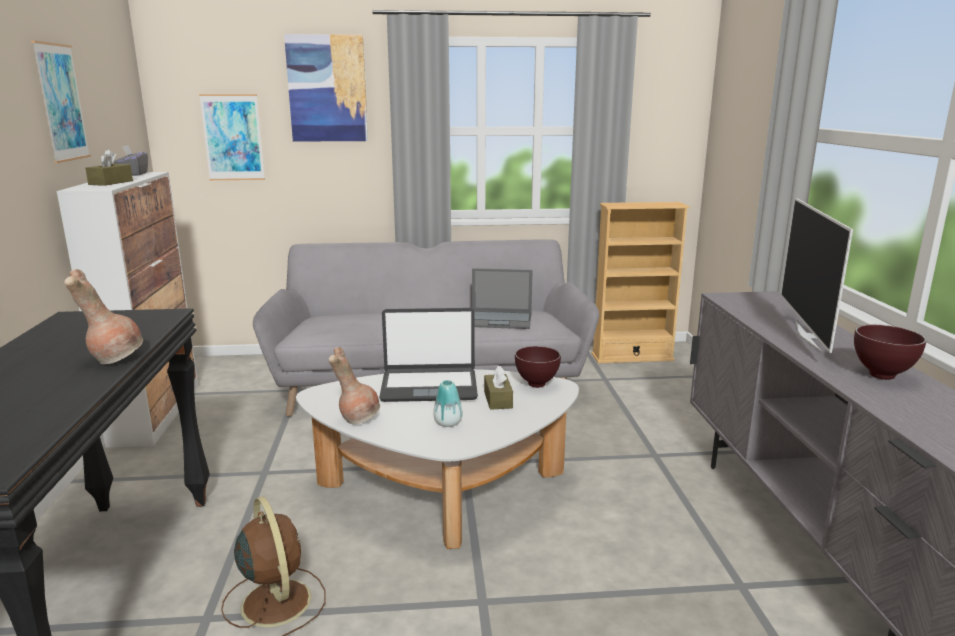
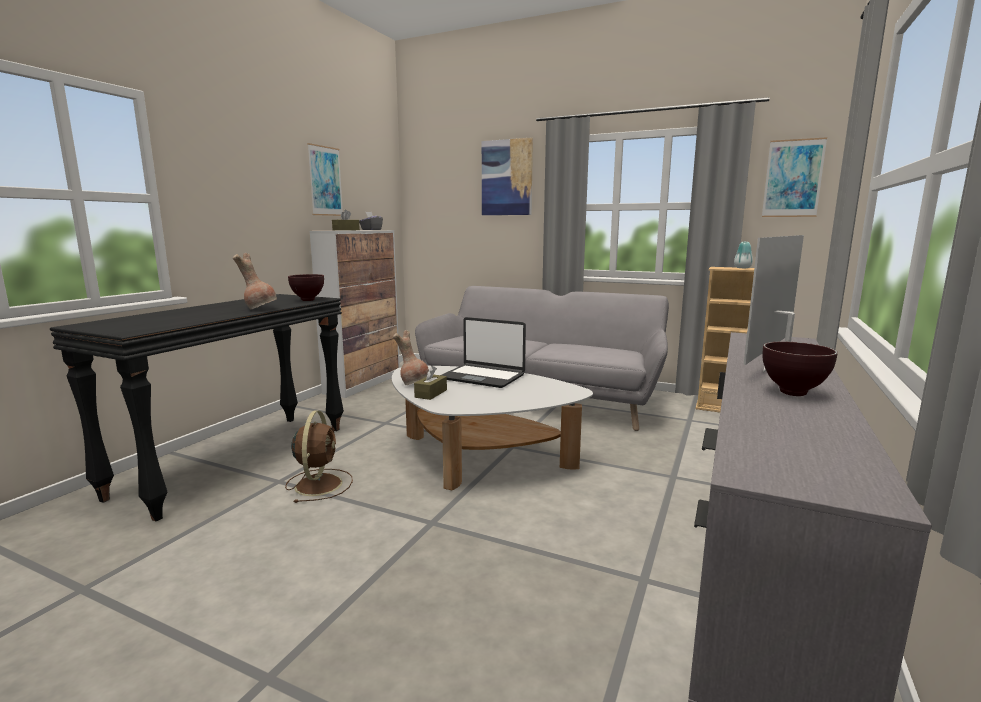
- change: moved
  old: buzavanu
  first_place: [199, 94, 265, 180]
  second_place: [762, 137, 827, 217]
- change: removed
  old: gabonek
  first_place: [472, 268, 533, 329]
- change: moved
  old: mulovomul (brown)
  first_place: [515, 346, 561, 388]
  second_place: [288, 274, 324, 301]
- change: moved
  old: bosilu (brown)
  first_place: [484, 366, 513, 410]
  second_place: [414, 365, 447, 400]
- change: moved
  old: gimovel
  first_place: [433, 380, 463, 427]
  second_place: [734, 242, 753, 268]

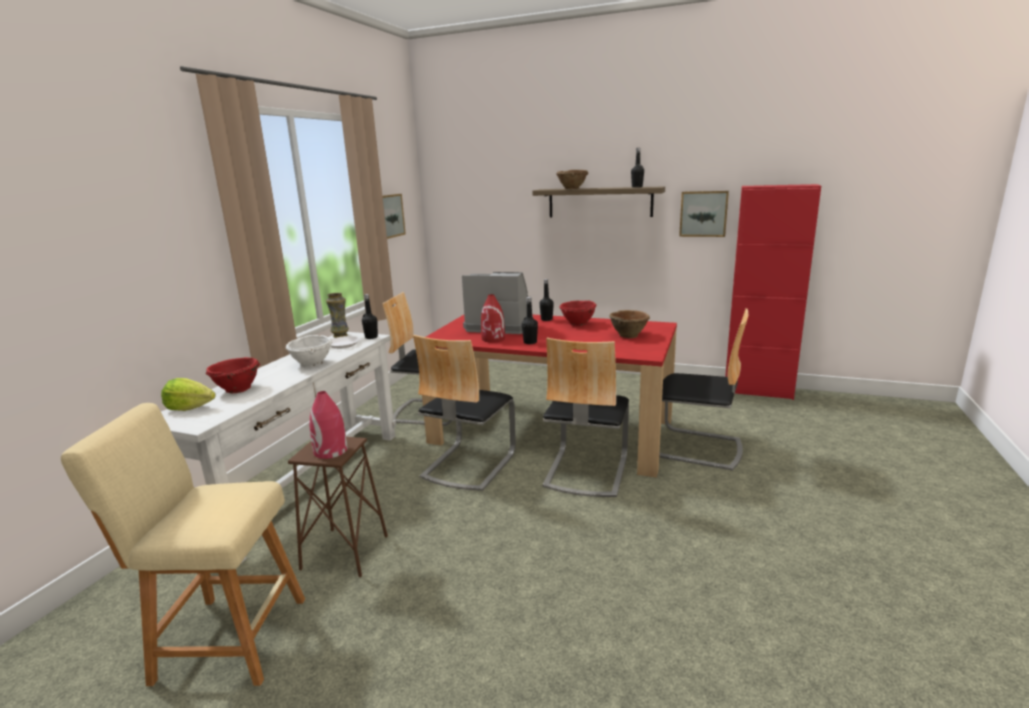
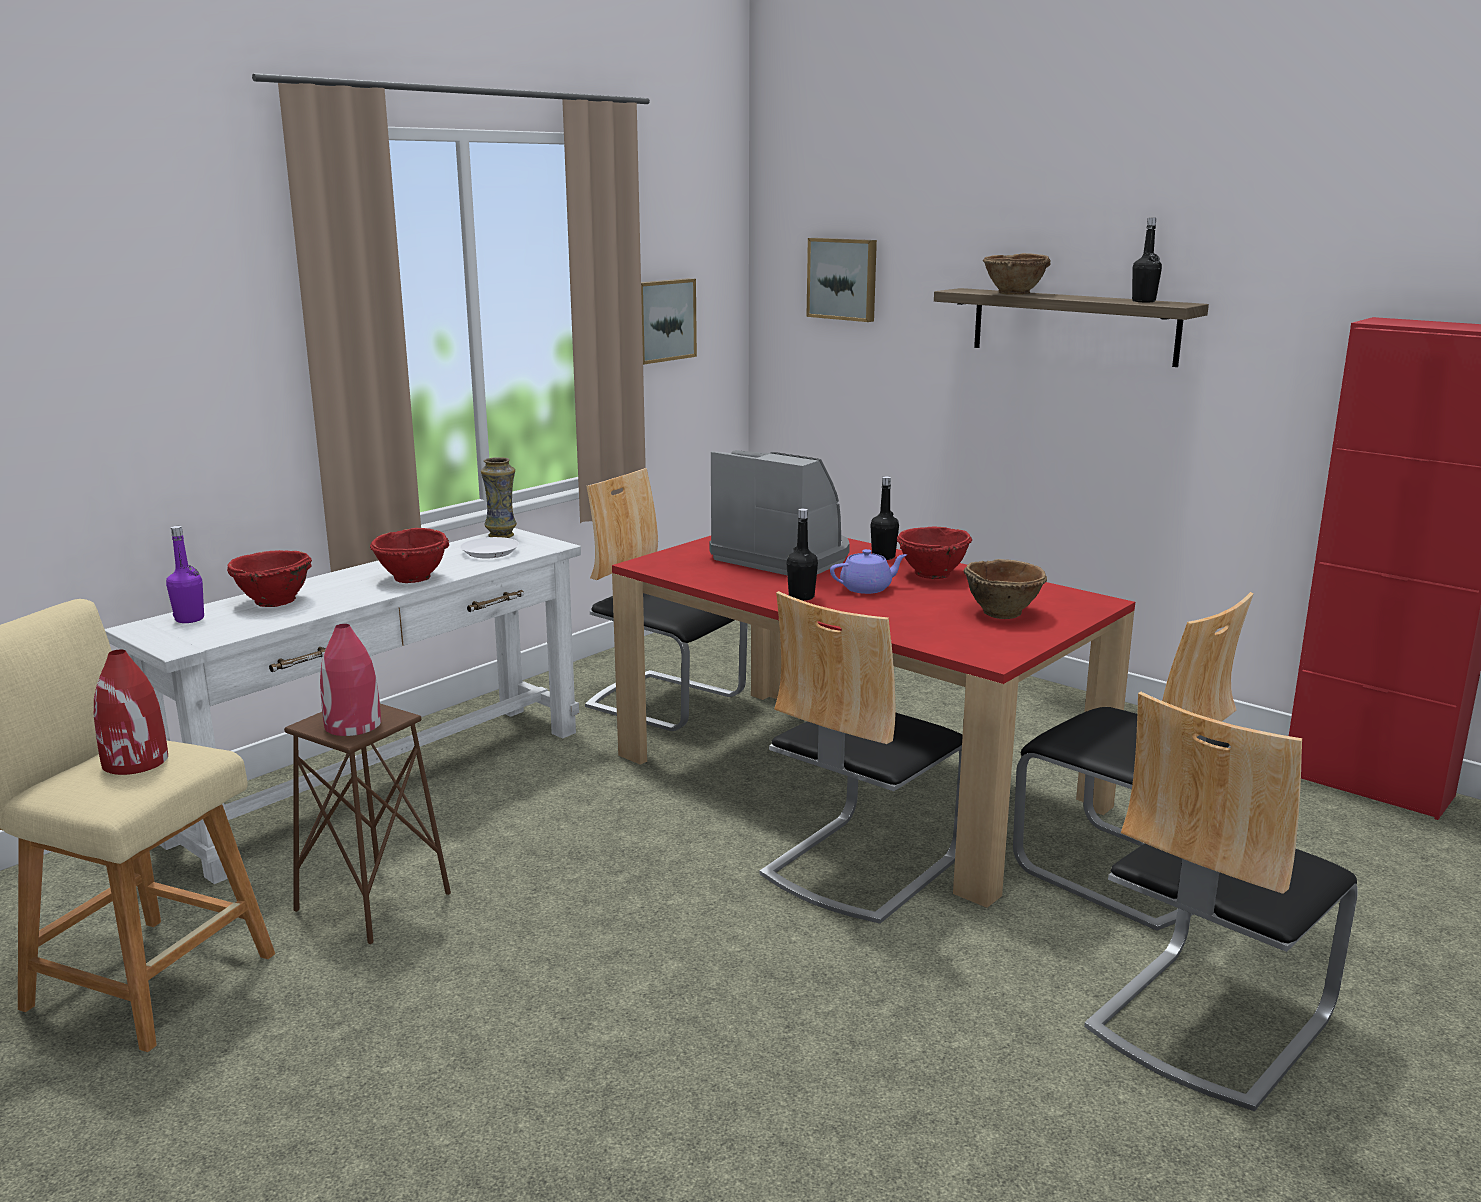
- change: moved
  old: buzavanu
  first_place: [679, 191, 729, 237]
  second_place: [807, 238, 877, 322]
- change: removed
  old: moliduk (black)
  first_place: [362, 294, 378, 339]
- change: moved
  old: gimovel (red)
  first_place: [481, 294, 505, 343]
  second_place: [94, 650, 168, 775]
- change: recoloured
  old: mulovomul (white)
  new: mulovomul (red)
  first_place: [286, 335, 332, 368]
  second_place: [370, 528, 449, 583]
- change: moved
  old: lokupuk
  first_place: [413, 335, 516, 491]
  second_place: [1084, 692, 1358, 1111]
- change: replaced
  old: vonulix
  new: moliduk (purple)
  first_place: [161, 378, 216, 411]
  second_place: [166, 526, 204, 623]
- change: added
  new: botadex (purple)
  second_place: [830, 549, 907, 594]

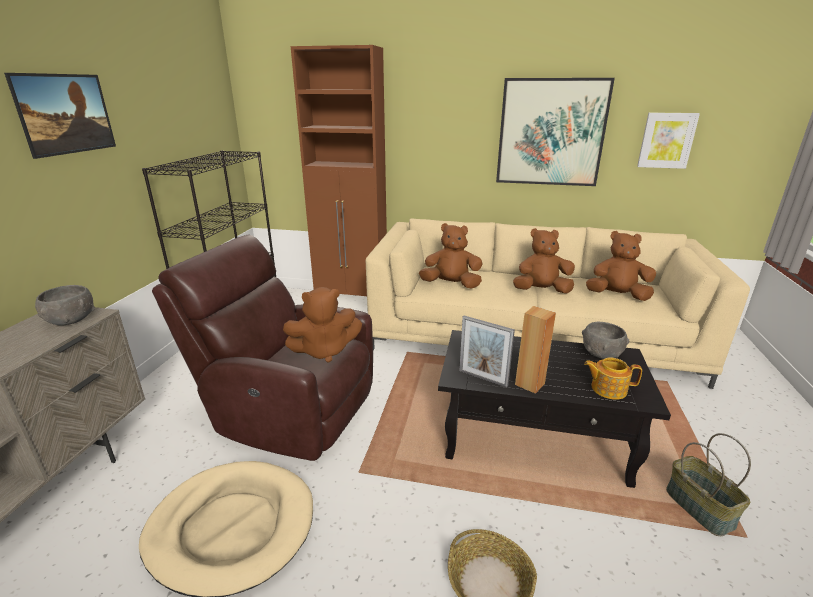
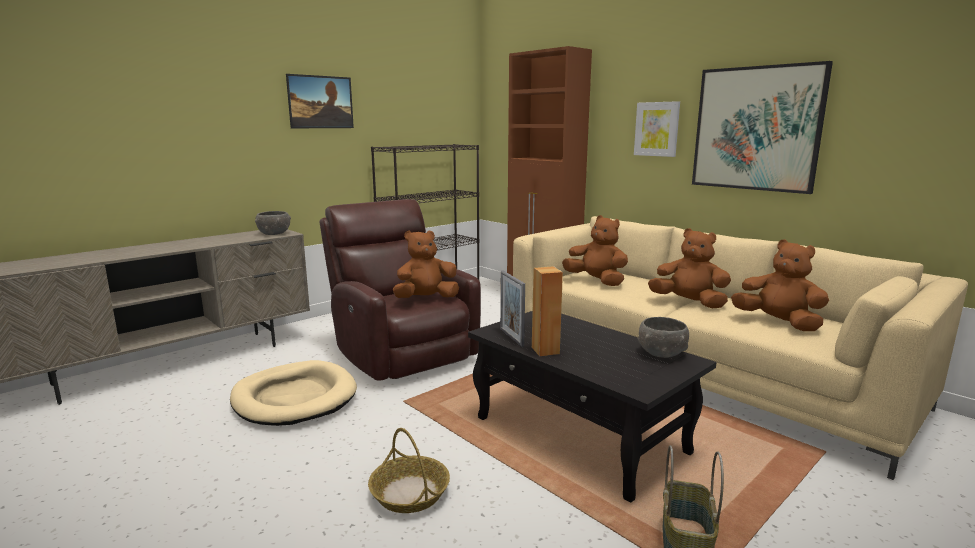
- change: moved
  old: buzavanu
  first_place: [637, 113, 700, 169]
  second_place: [634, 101, 680, 157]
- change: turned
  old: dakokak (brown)
  first_place: [283, 287, 362, 363]
  second_place: [393, 231, 459, 298]
  degrees: 135
- change: removed
  old: botadex
  first_place: [584, 357, 642, 400]

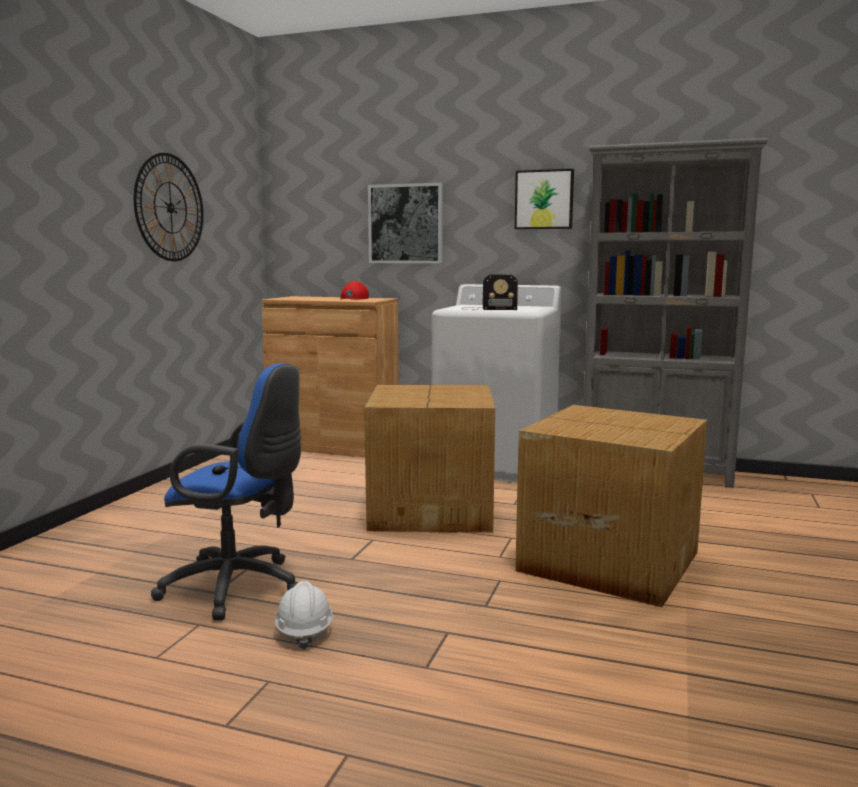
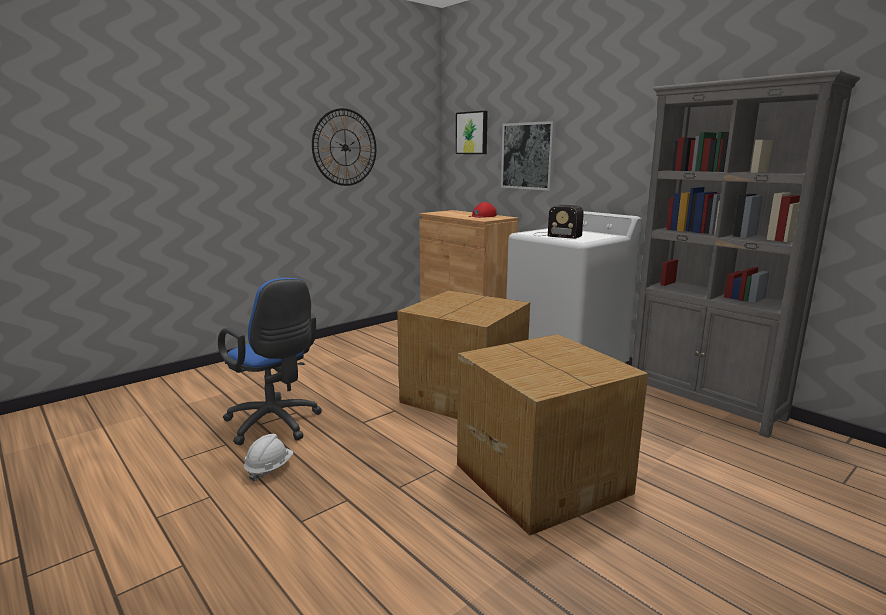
- change: moved
  old: buzavanu
  first_place: [514, 169, 574, 229]
  second_place: [456, 111, 488, 154]

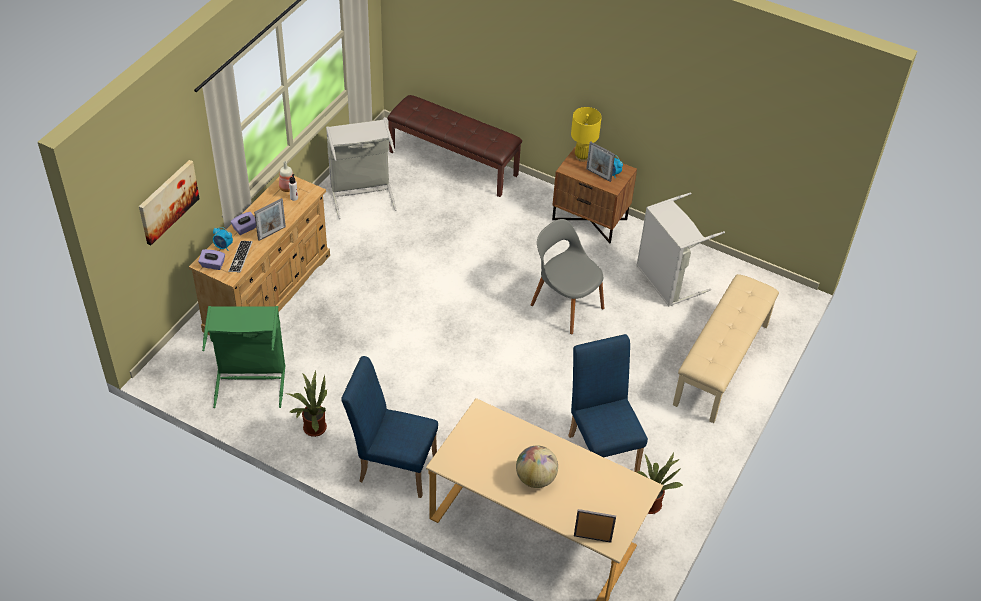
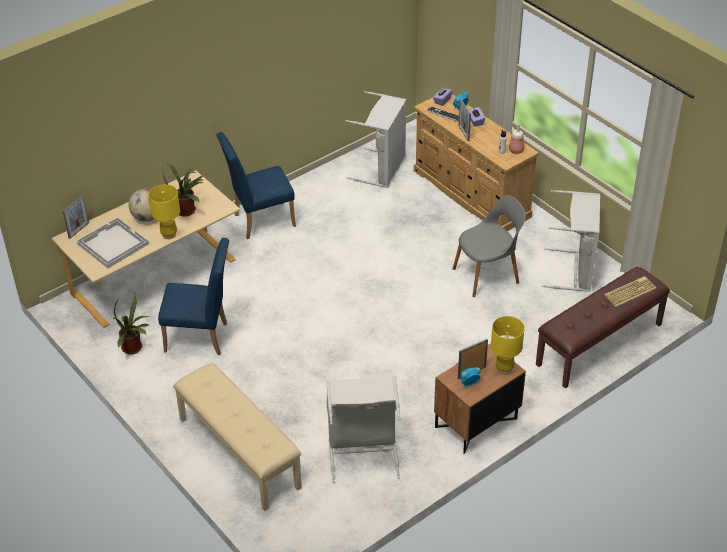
- change: removed
  old: buzavanu
  first_place: [139, 160, 200, 245]
- change: moved
  old: lokupuk (grey)
  first_place: [530, 219, 604, 334]
  second_place: [453, 195, 526, 297]
- change: recoloured
  old: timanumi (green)
  new: timanumi (grey)
  first_place: [202, 306, 286, 408]
  second_place: [345, 91, 406, 188]
- change: turned
  old: lokupuk (blue)
  first_place: [341, 356, 438, 498]
  second_place: [216, 132, 296, 239]
  degrees: -150
- change: moved
  old: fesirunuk
  first_place: [286, 371, 327, 437]
  second_place: [162, 161, 207, 217]
- change: added
  new: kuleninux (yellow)
  second_place: [149, 184, 180, 239]
- change: added
  new: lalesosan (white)
  second_place: [77, 217, 149, 268]
- change: added
  new: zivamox
  second_place: [604, 276, 656, 307]

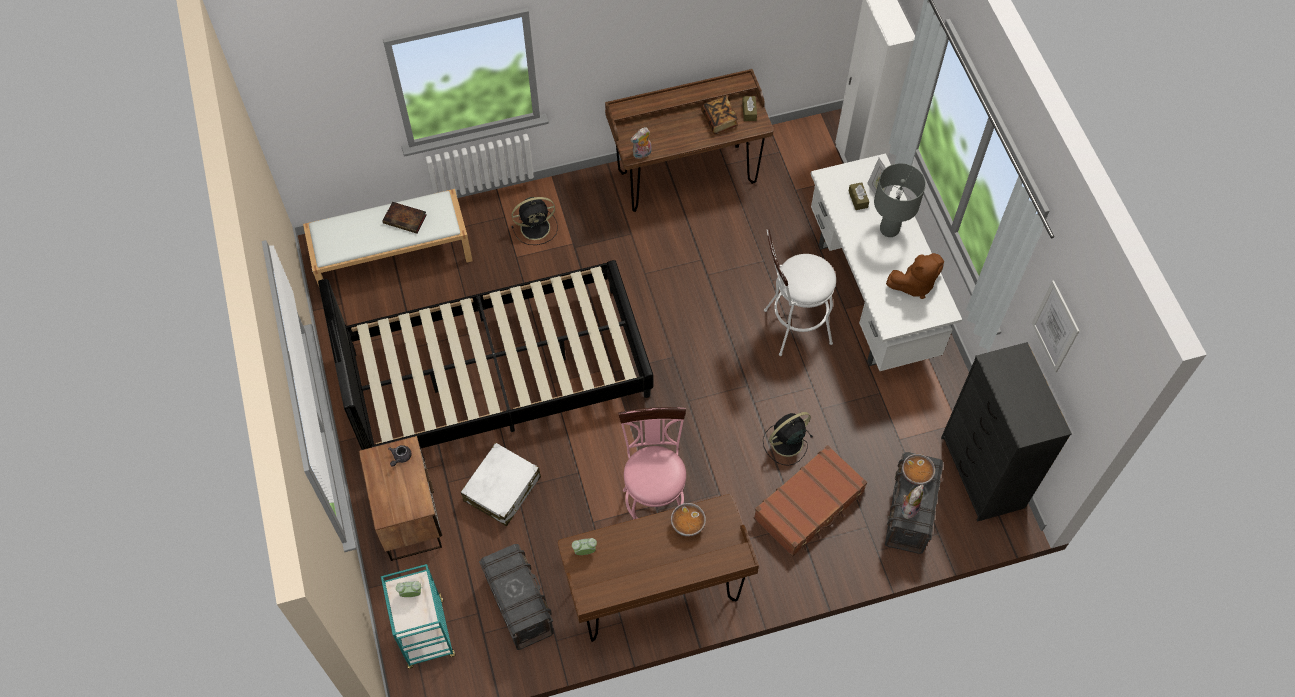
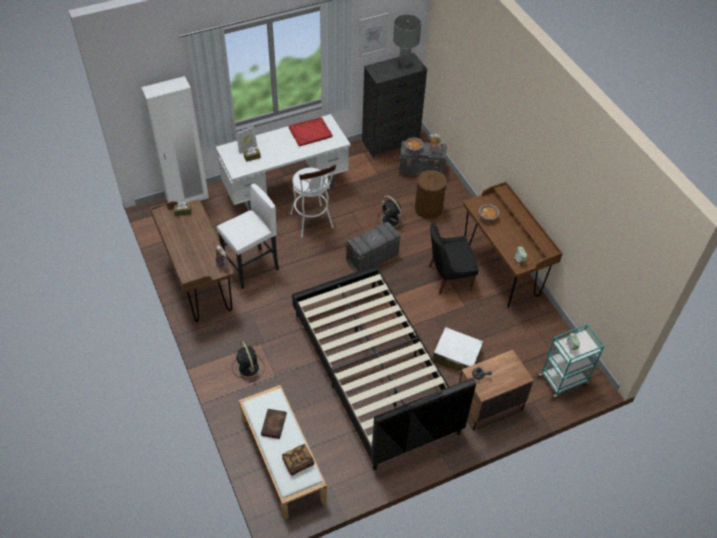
- change: moved
  old: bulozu
  first_place: [701, 96, 738, 134]
  second_place: [282, 444, 314, 476]
- change: moved
  old: kuleninux (grey)
  first_place: [874, 163, 926, 237]
  second_place: [393, 14, 421, 66]
- change: replaced
  old: dakokak (brown)
  new: lalesosan (red)
  first_place: [886, 253, 944, 299]
  second_place: [289, 117, 332, 147]
- change: replaced
  old: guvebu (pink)
  new: lokupuk (black)
  first_place: [618, 407, 686, 520]
  second_place: [429, 222, 479, 295]
- change: replaced
  old: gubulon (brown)
  new: timanumi (brown)
  first_place: [754, 445, 867, 557]
  second_place: [415, 170, 447, 219]
- change: moved
  old: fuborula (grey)
  first_place: [479, 544, 554, 650]
  second_place: [345, 222, 401, 272]
- change: added
  new: guvebu (white)
  second_place: [217, 184, 279, 289]

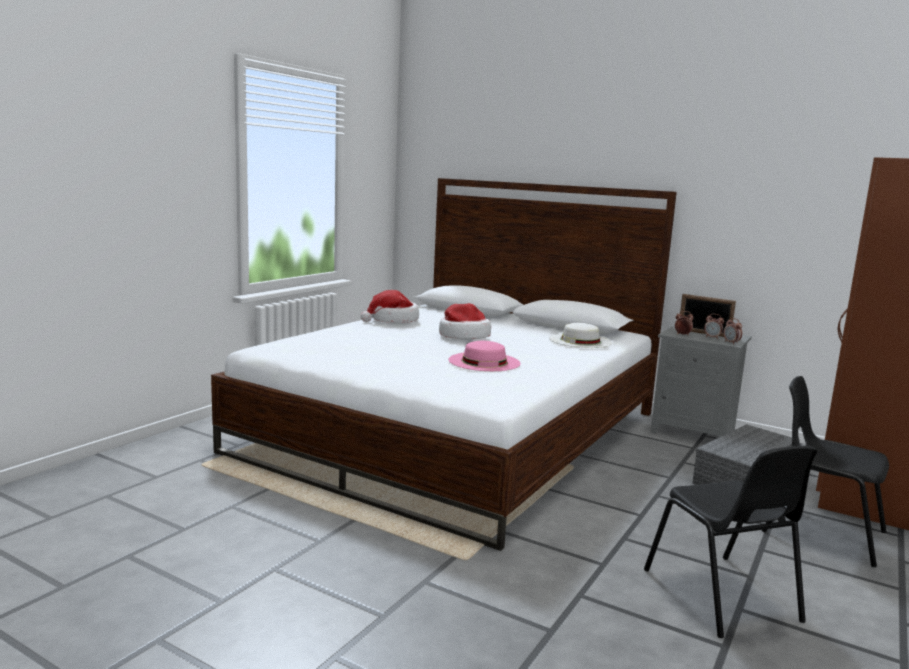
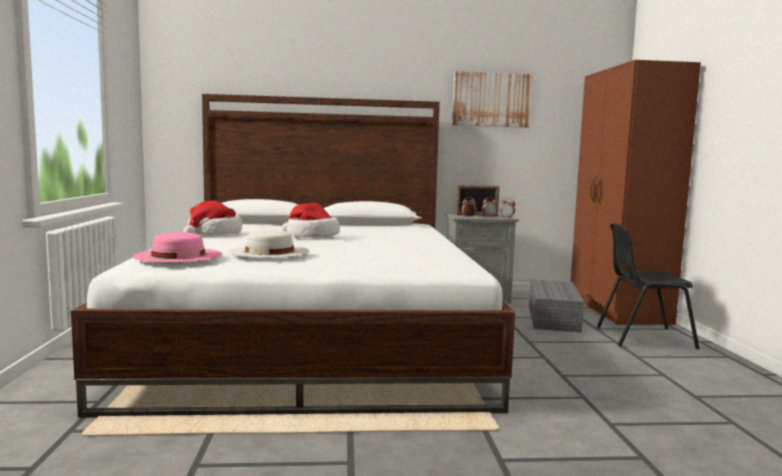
- change: moved
  old: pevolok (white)
  first_place: [549, 323, 612, 348]
  second_place: [229, 229, 310, 258]
- change: moved
  old: pevolok (pink)
  first_place: [448, 341, 521, 371]
  second_place: [133, 232, 222, 263]
- change: removed
  old: lokupuk (black)
  first_place: [644, 446, 817, 638]
- change: added
  new: buzavanu
  second_place: [452, 71, 533, 128]

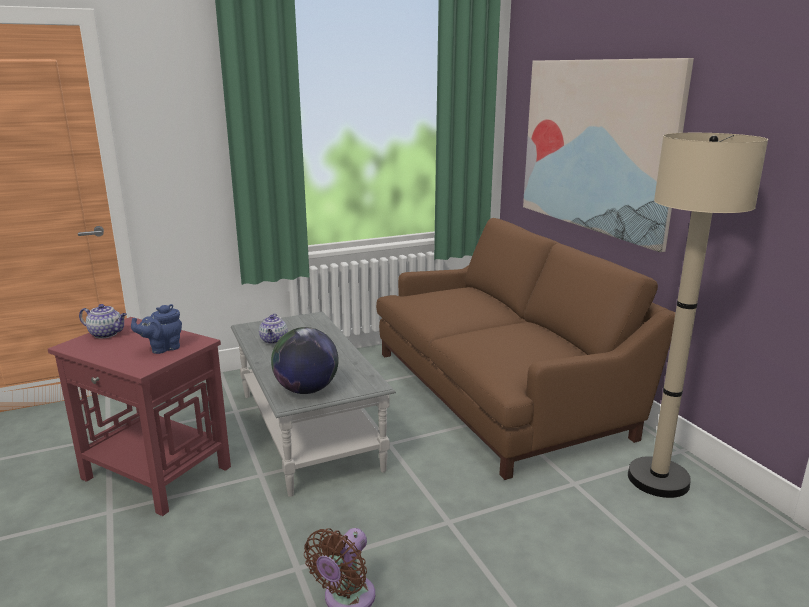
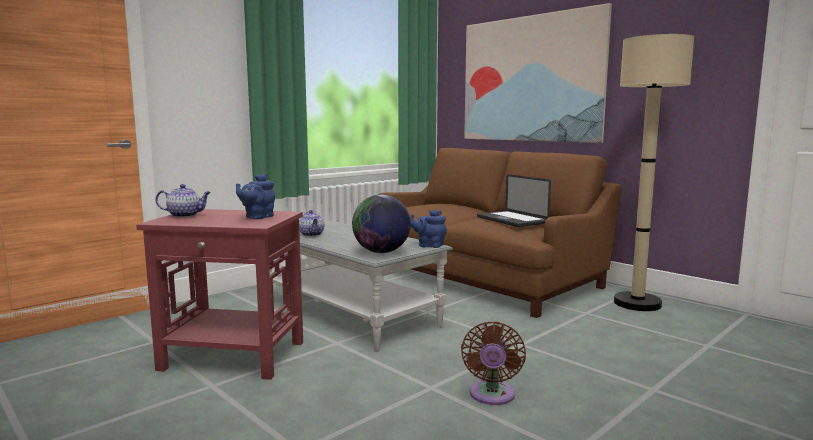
- change: added
  new: gabonek
  second_place: [477, 174, 551, 227]
- change: added
  new: botadex (blue)
  second_place: [410, 210, 447, 248]

